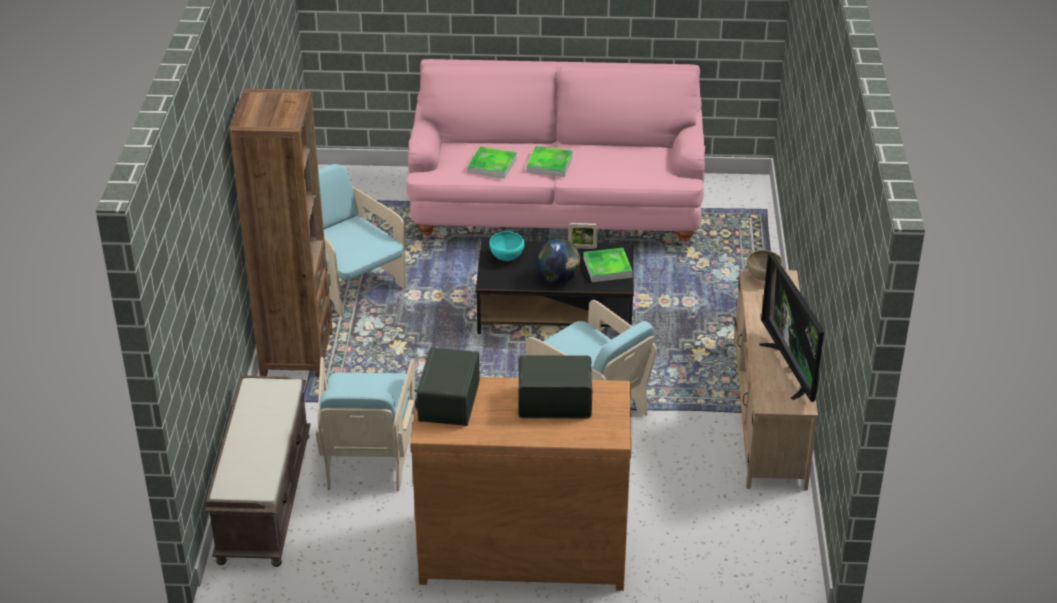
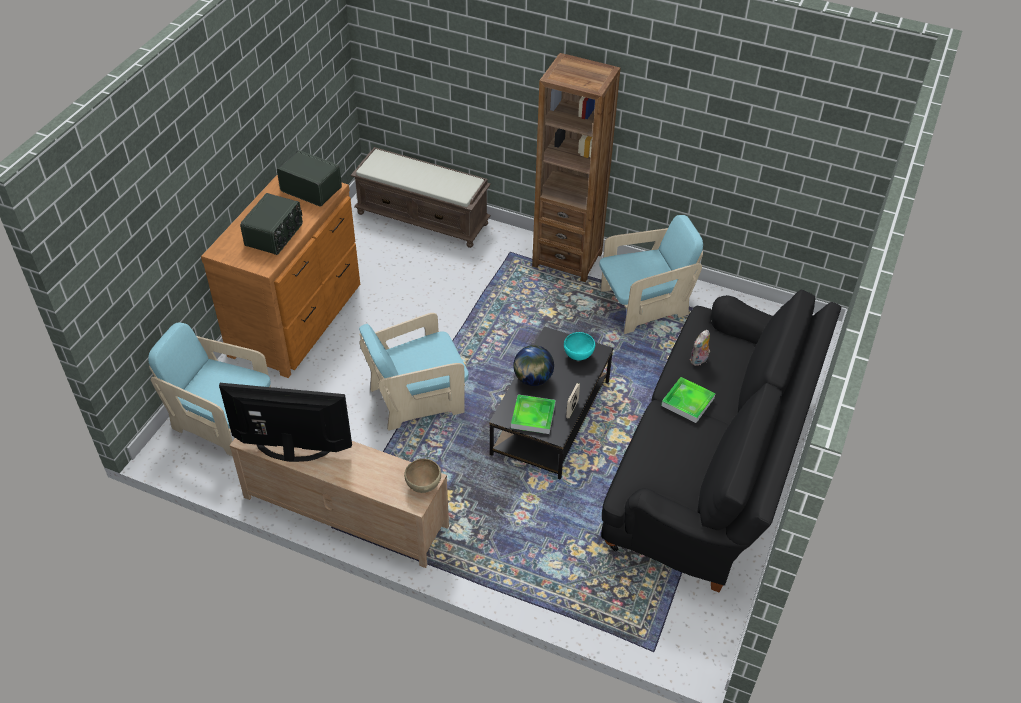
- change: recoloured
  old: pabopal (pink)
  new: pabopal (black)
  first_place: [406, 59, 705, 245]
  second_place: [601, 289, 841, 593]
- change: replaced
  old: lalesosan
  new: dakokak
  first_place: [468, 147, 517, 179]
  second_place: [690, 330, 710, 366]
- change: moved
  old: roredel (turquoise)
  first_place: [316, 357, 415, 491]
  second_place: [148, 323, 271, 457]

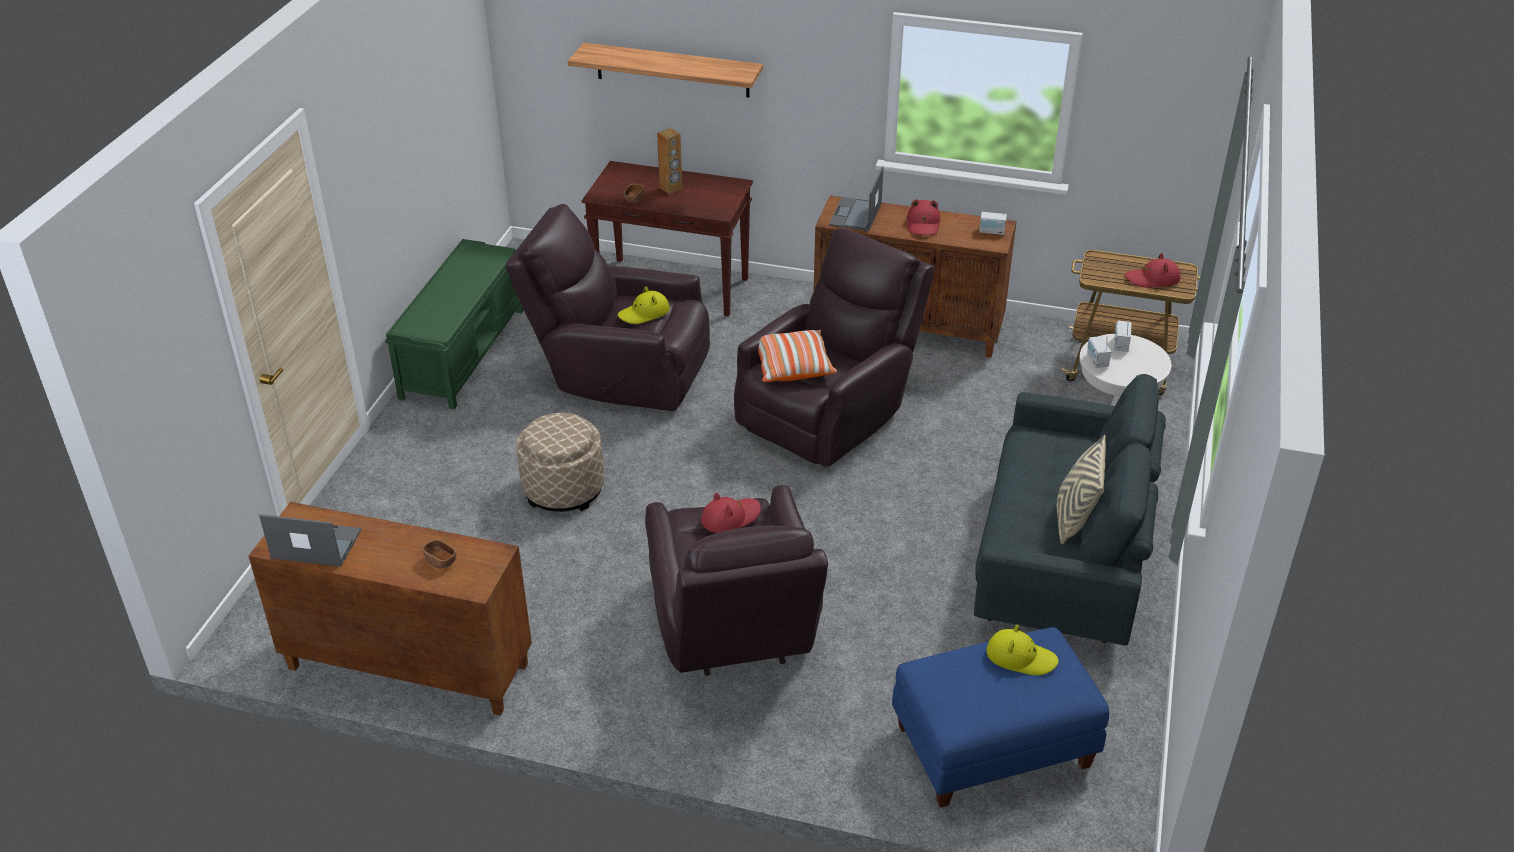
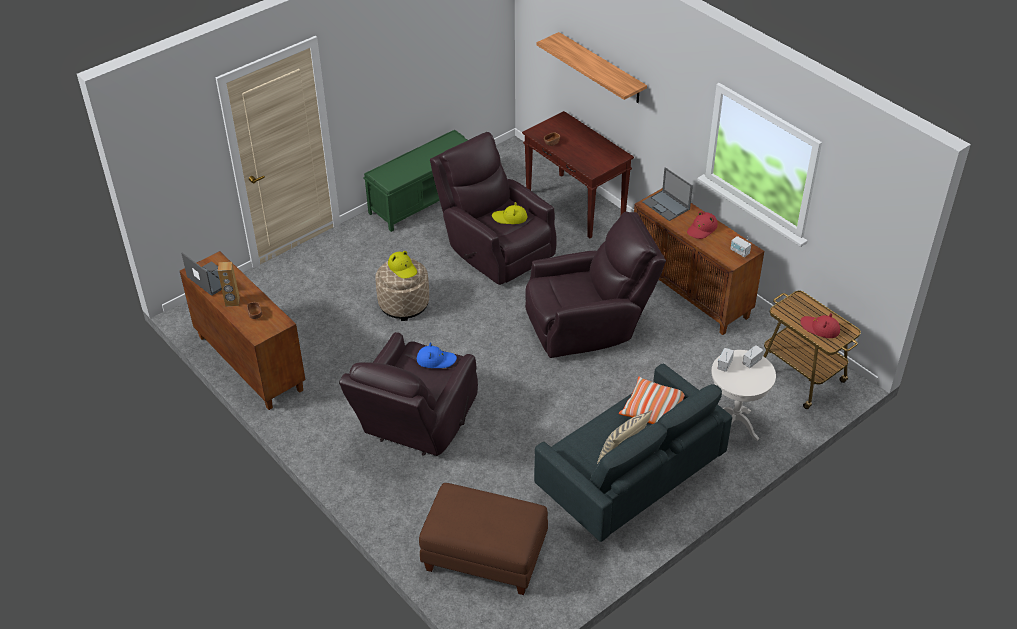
- change: moved
  old: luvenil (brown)
  first_place: [657, 128, 682, 194]
  second_place: [218, 262, 240, 307]
- change: turned
  old: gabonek
  first_place: [829, 166, 884, 232]
  second_place: [642, 167, 693, 221]
  degrees: -90
- change: moved
  old: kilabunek
  first_place: [758, 330, 837, 382]
  second_place: [619, 377, 685, 424]
- change: recoloured
  old: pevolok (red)
  new: pevolok (blue)
  first_place: [701, 493, 761, 533]
  second_place: [417, 343, 457, 368]
- change: moved
  old: pevolok (yellow)
  first_place: [987, 624, 1059, 675]
  second_place: [388, 251, 417, 278]
- change: recoloured
  old: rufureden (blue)
  new: rufureden (brown)
  first_place: [892, 627, 1109, 808]
  second_place: [419, 483, 548, 595]

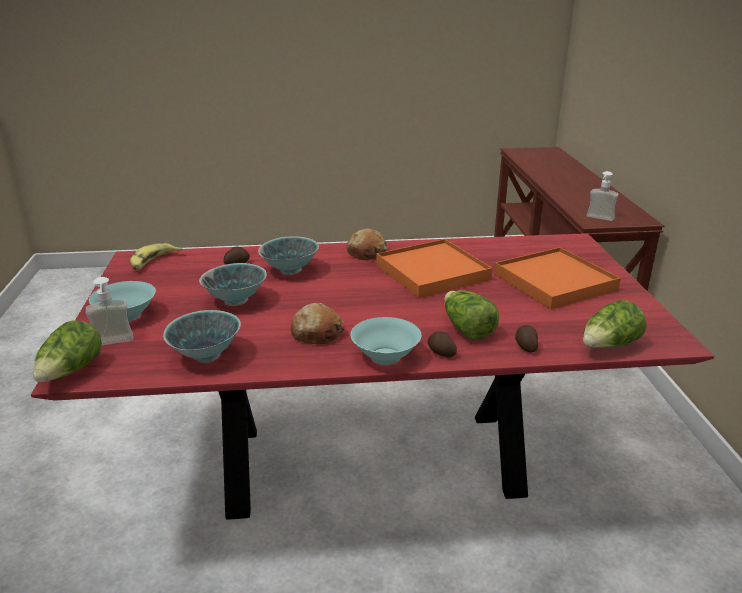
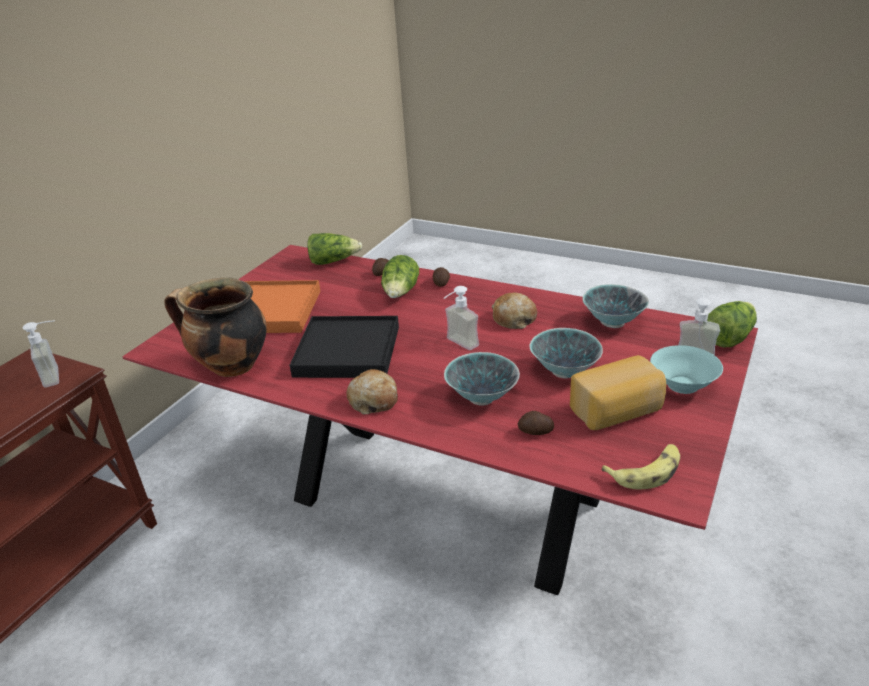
- change: recoloured
  old: lalesosan (orange)
  new: lalesosan (black)
  first_place: [376, 239, 492, 298]
  second_place: [290, 316, 399, 378]
- change: removed
  old: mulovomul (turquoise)
  first_place: [351, 317, 421, 365]
- change: added
  new: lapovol
  second_place: [164, 278, 267, 377]
- change: added
  new: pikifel
  second_place: [444, 286, 479, 350]
- change: added
  new: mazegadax
  second_place: [570, 355, 666, 430]

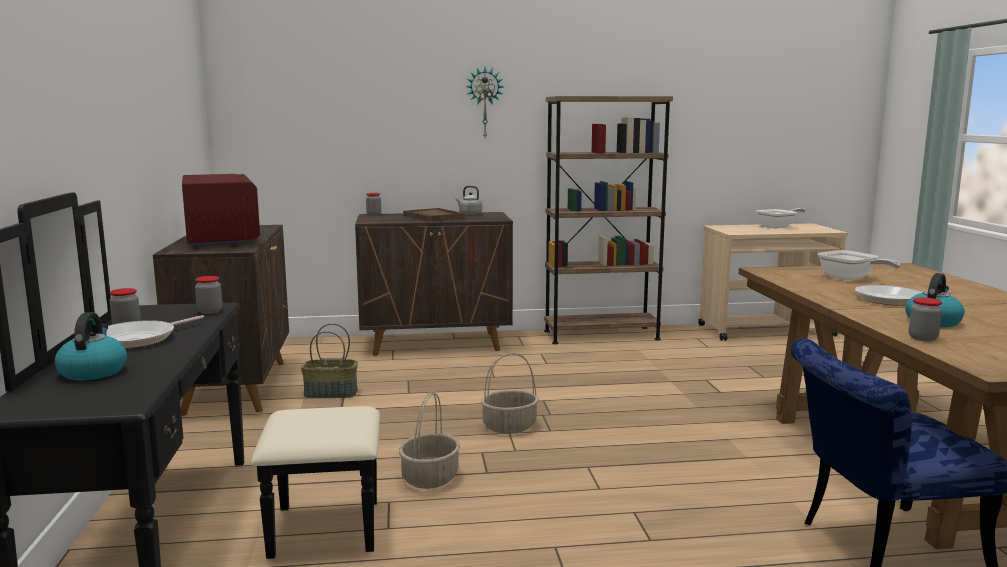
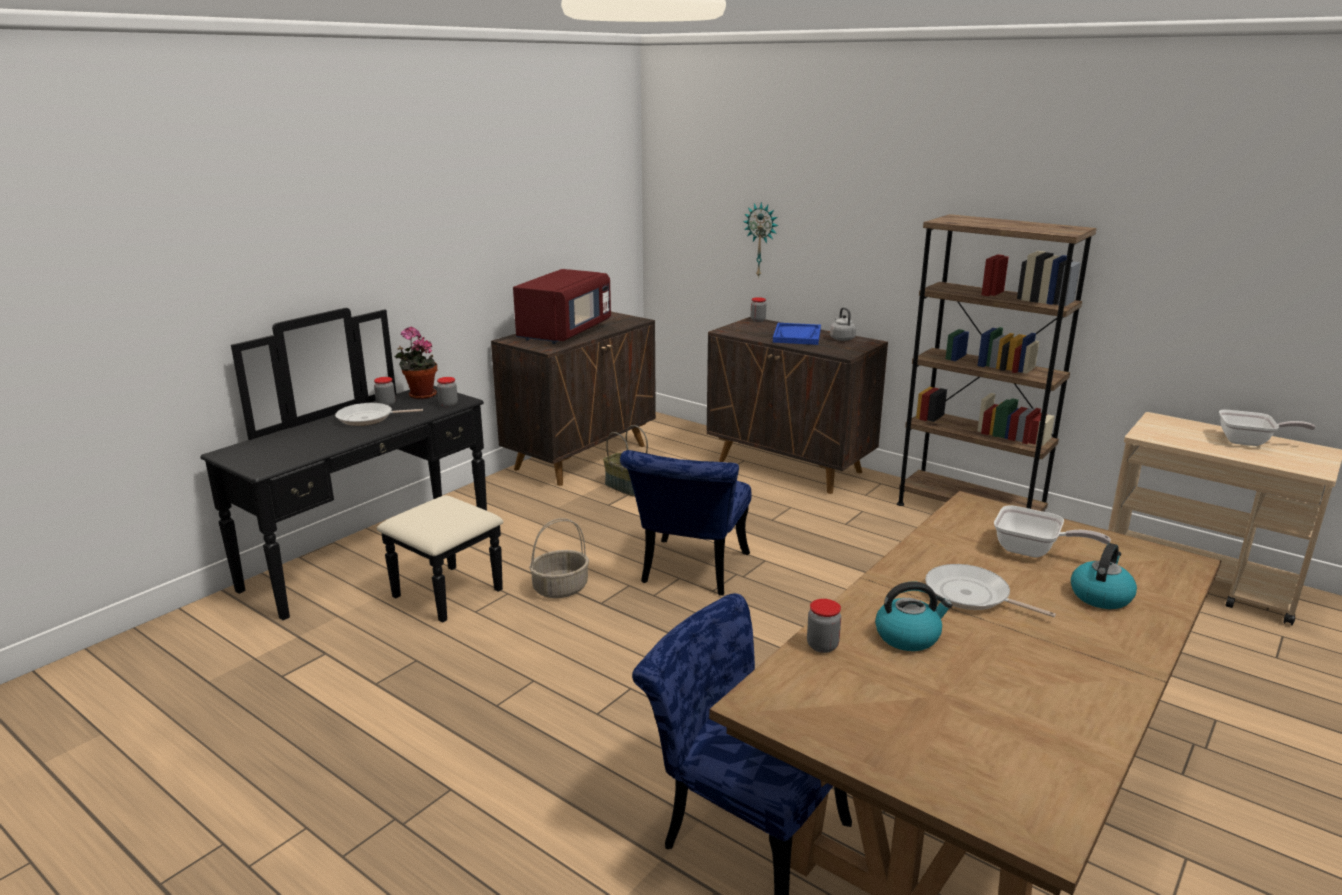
- change: moved
  old: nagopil
  first_place: [465, 67, 504, 138]
  second_place: [743, 202, 778, 278]
- change: recoloured
  old: lalesosan (brown)
  new: lalesosan (blue)
  first_place: [403, 208, 465, 222]
  second_place: [773, 323, 821, 345]
- change: turned
  old: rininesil
  first_place: [818, 250, 901, 280]
  second_place: [994, 505, 1111, 557]
  degrees: -75
- change: moved
  old: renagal
  first_place: [55, 312, 127, 380]
  second_place: [1071, 543, 1137, 609]
- change: replaced
  old: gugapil
  new: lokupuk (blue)
  first_place: [481, 353, 539, 434]
  second_place: [620, 450, 751, 595]
- change: added
  new: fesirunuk
  second_place: [394, 326, 437, 399]

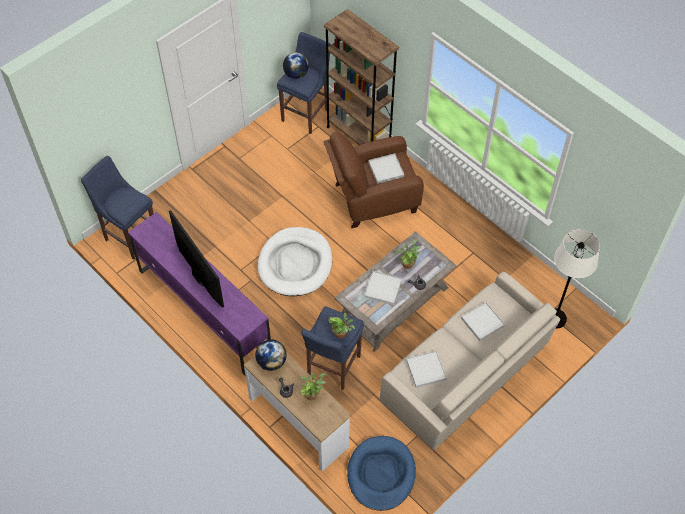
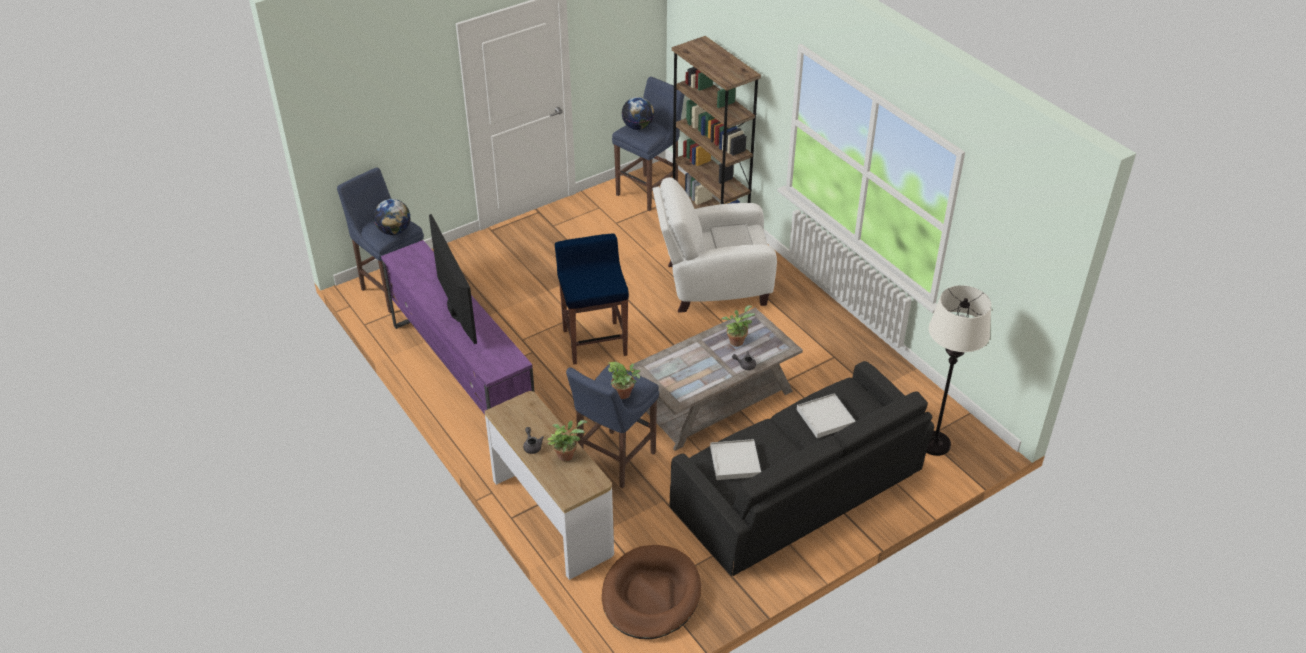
- change: recoloured
  old: roredel (brown)
  new: roredel (white)
  first_place: [324, 132, 424, 228]
  second_place: [653, 177, 777, 313]
- change: replaced
  old: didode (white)
  new: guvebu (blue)
  first_place: [257, 227, 332, 296]
  second_place: [555, 234, 629, 365]
- change: removed
  old: lalesosan (white)
  first_place: [364, 271, 402, 305]
- change: recoloured
  old: pabopal (beige)
  new: pabopal (black)
  first_place: [380, 272, 560, 450]
  second_place: [670, 361, 934, 576]
- change: moved
  old: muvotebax
  first_place: [255, 339, 287, 371]
  second_place: [374, 199, 410, 235]
- change: recoloured
  old: didode (blue)
  new: didode (brown)
  first_place: [347, 436, 416, 511]
  second_place: [602, 545, 701, 639]

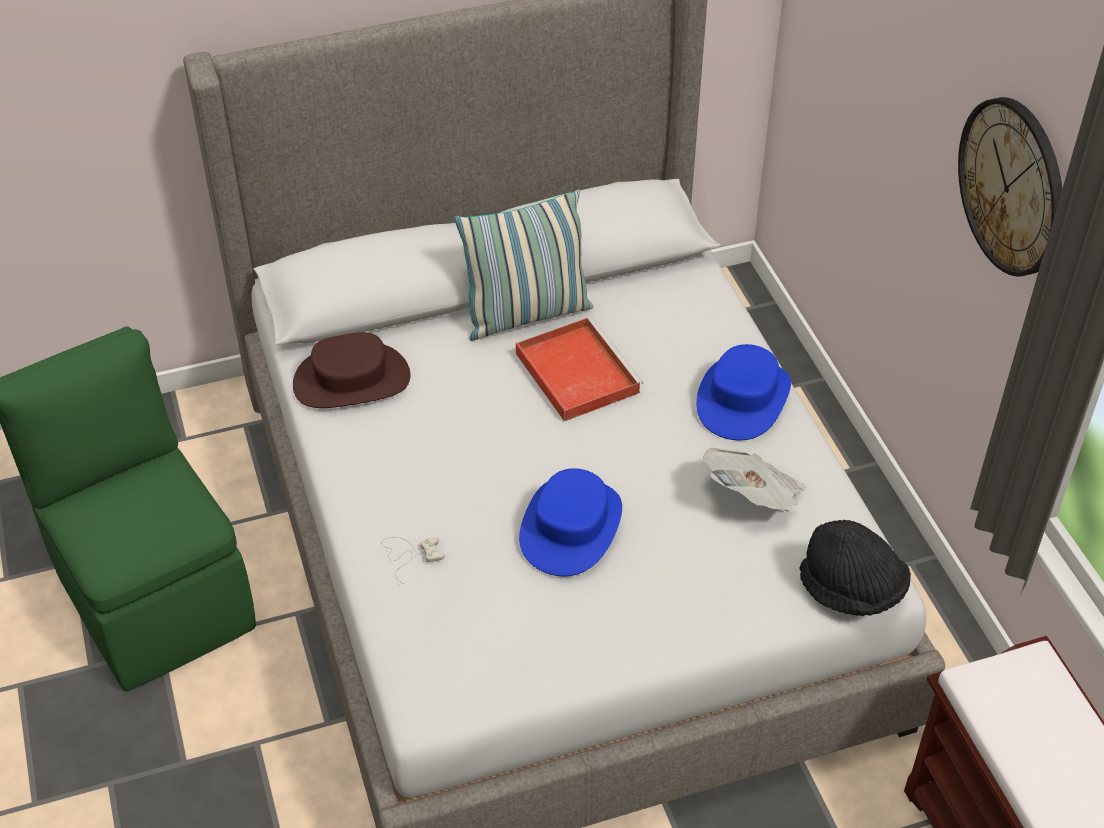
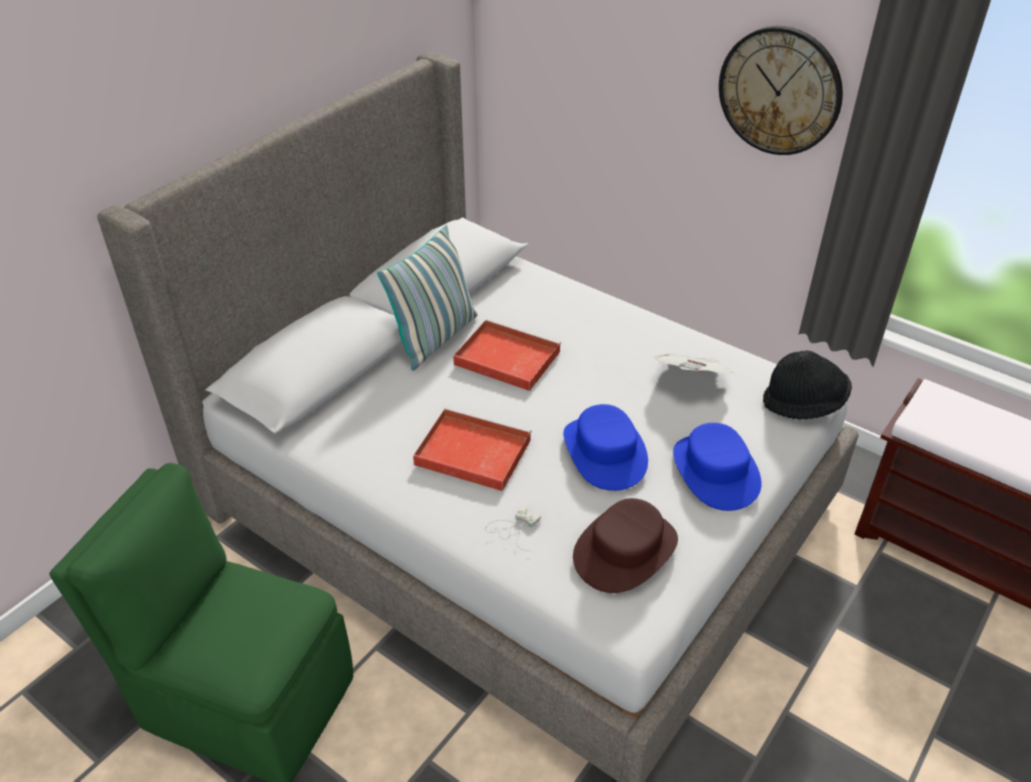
- change: moved
  old: pevolok (brown)
  first_place: [293, 332, 411, 408]
  second_place: [573, 498, 678, 593]
- change: moved
  old: pevolok (blue)
  first_place: [696, 344, 791, 440]
  second_place: [673, 423, 762, 511]
- change: added
  new: lalesosan (red)
  second_place: [413, 407, 531, 491]

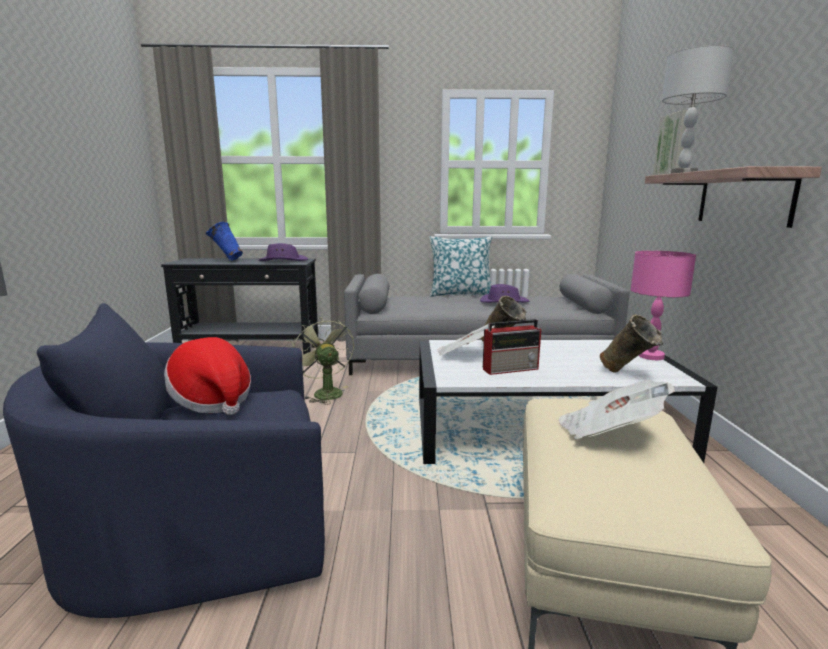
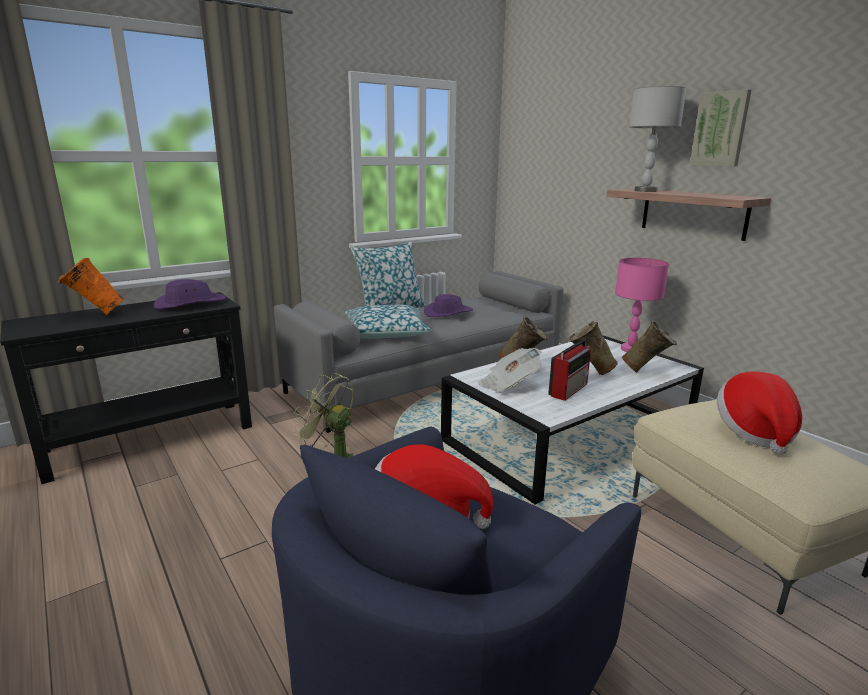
- change: moved
  old: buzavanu
  first_place: [653, 110, 687, 175]
  second_place: [690, 89, 752, 166]
- change: recoloured
  old: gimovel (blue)
  new: gimovel (orange)
  first_place: [205, 222, 243, 261]
  second_place: [59, 258, 124, 315]
- change: replaced
  old: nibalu
  new: pevolok
  first_place: [558, 380, 675, 439]
  second_place: [717, 372, 802, 454]
- change: added
  new: kilabunek
  second_place: [345, 305, 431, 338]
- change: added
  new: gimovel (beige)
  second_place: [569, 321, 618, 375]

